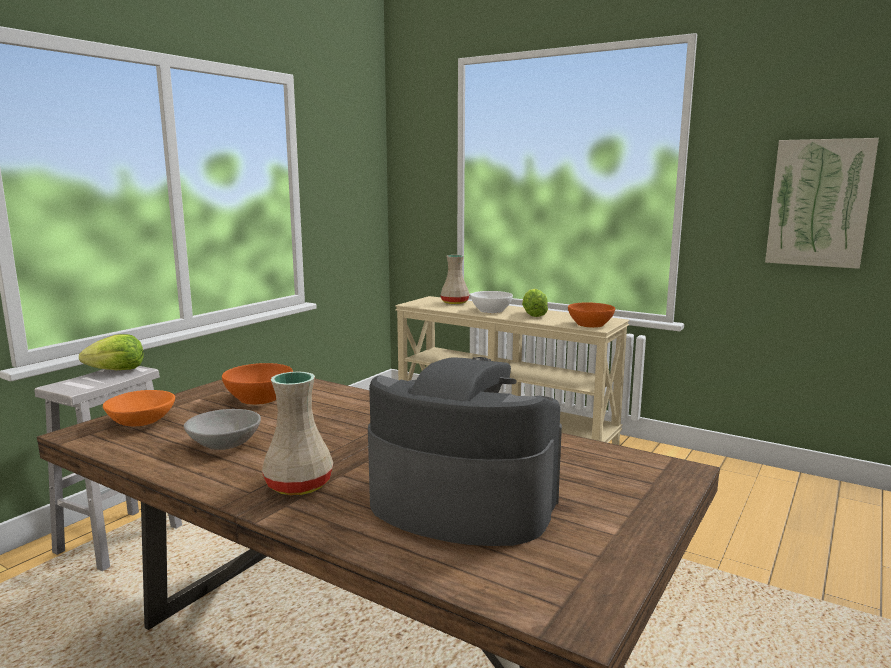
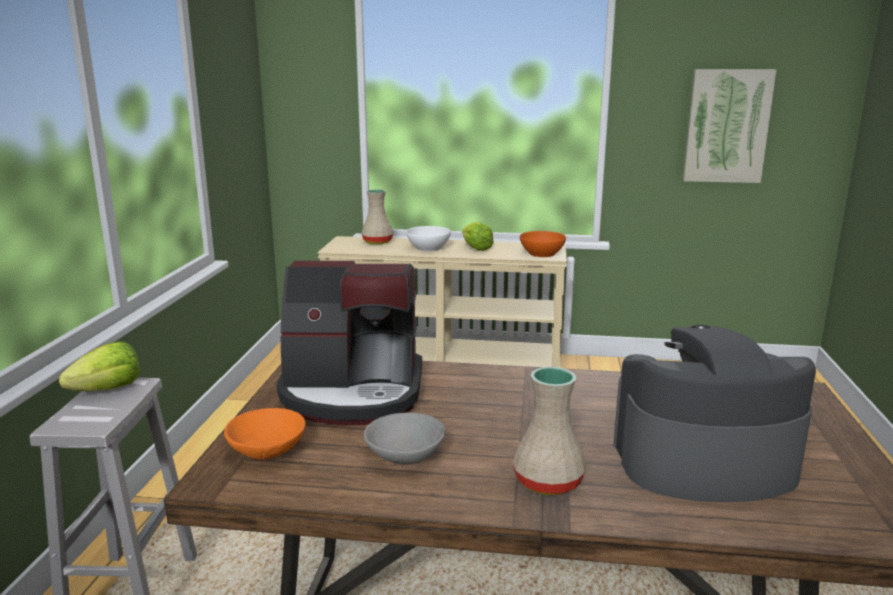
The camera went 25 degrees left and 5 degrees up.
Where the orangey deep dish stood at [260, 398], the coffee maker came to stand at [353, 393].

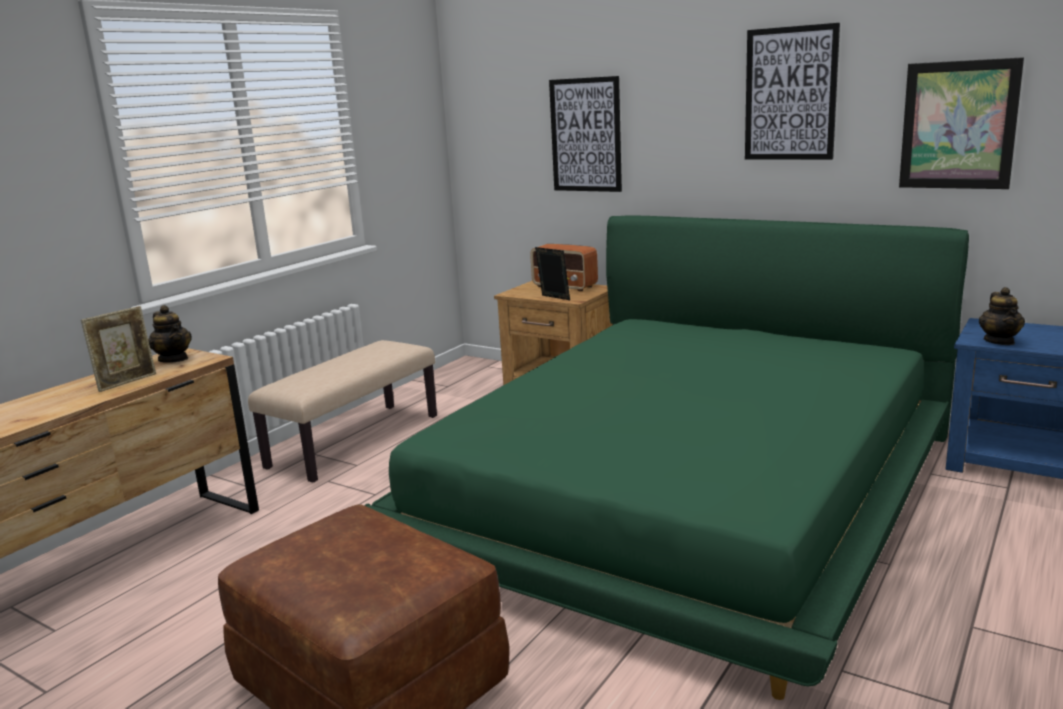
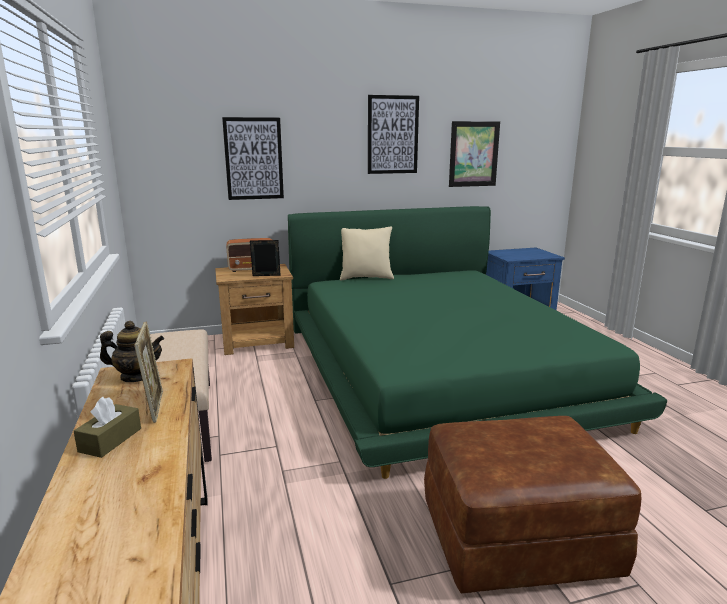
The camera went 50 degrees left and 0 degrees up.
The second view lost the teapot at [999, 341].
The second view gained the brownish box of tissues at [110, 440].
The second view gained the beige pillow at [366, 278].

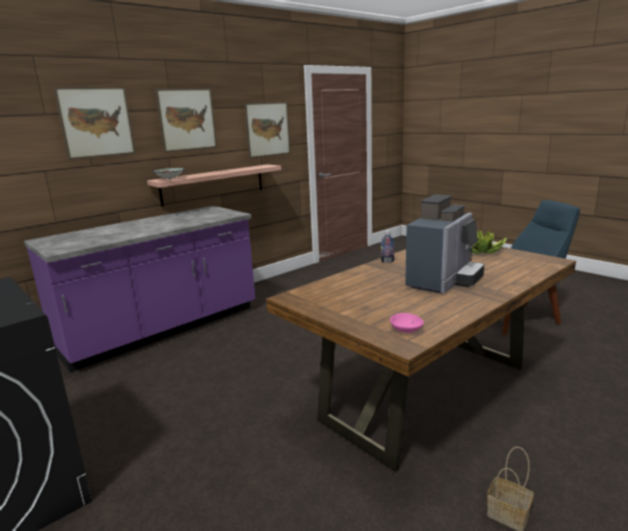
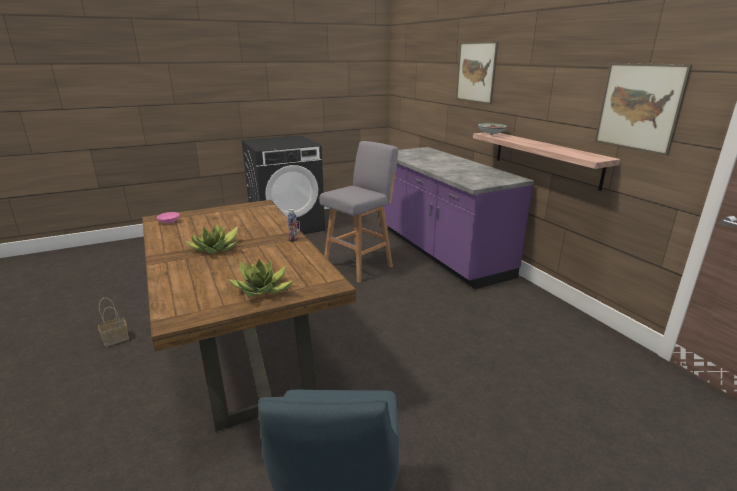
The camera went 105 degrees right and 5 degrees up.
The second view lost the wall picture at [187, 119].
The second view gained the grey sitting stool at [359, 265].
Where the coffee maker stood at [443, 280], the houseplant came to stand at [217, 248].

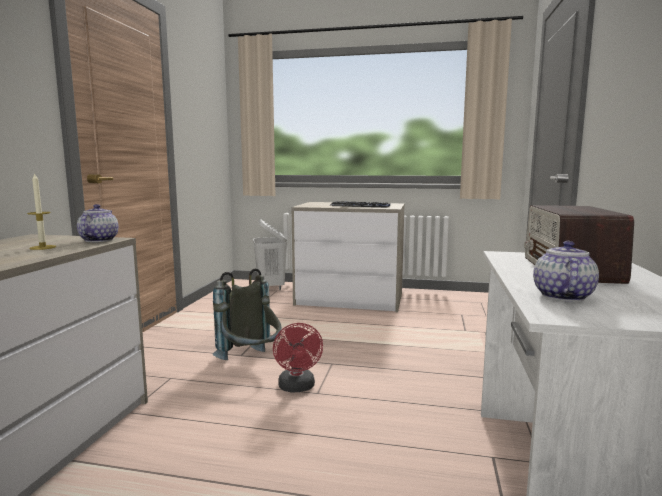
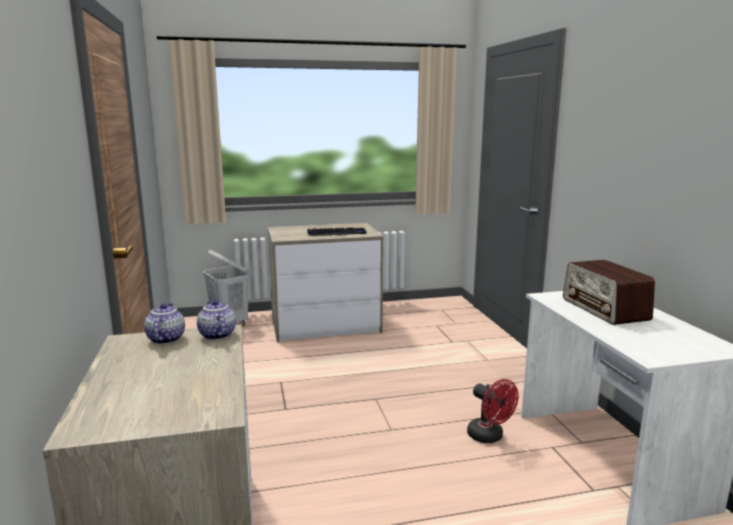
The camera went 25 degrees left and 5 degrees up.
The second view lost the wax light at [42, 247].
The second view lost the grey rucksack at [251, 362].
The reddish cooling fan ended up elsewhere, having gone from [297, 388] to [489, 437].
The teapot ended up elsewhere, having gone from [562, 296] to [166, 338].

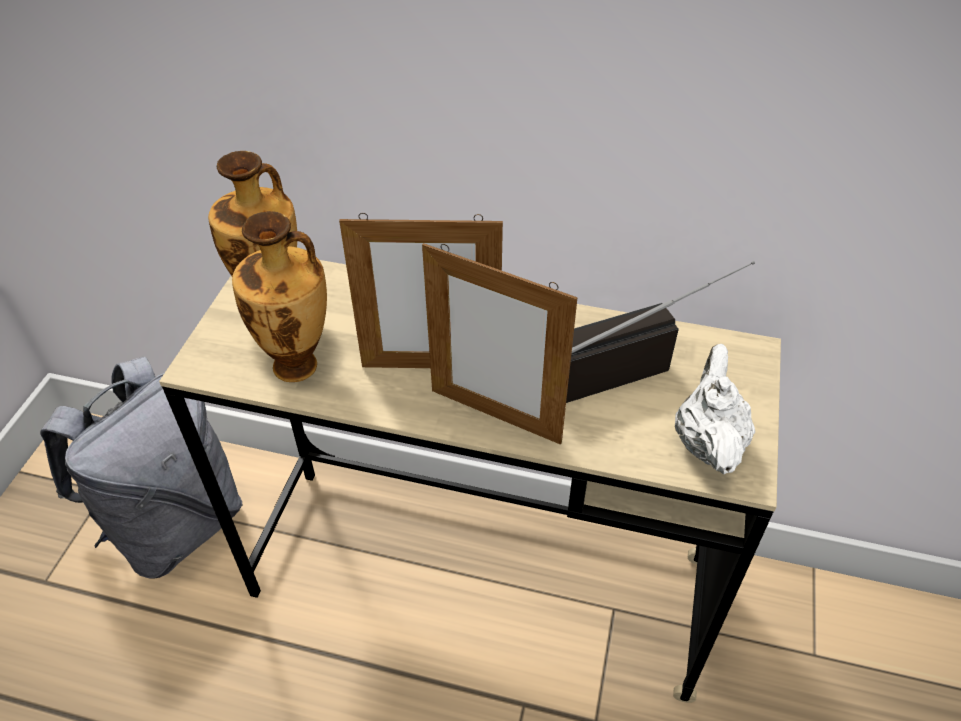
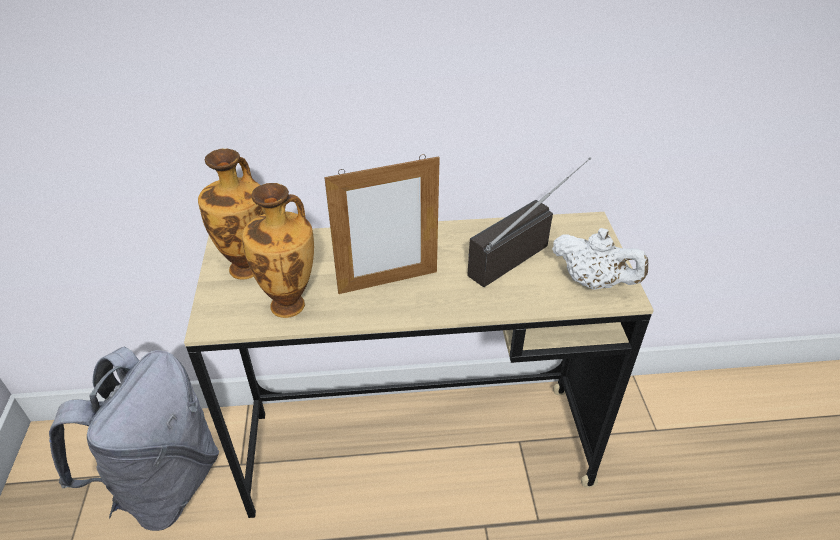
The camera went 20 degrees left and 5 degrees down.
The second view lost the photo frame at [495, 416].
The whitish teapot at [707, 441] ended up facing another way, 135 degrees clockwise from before.

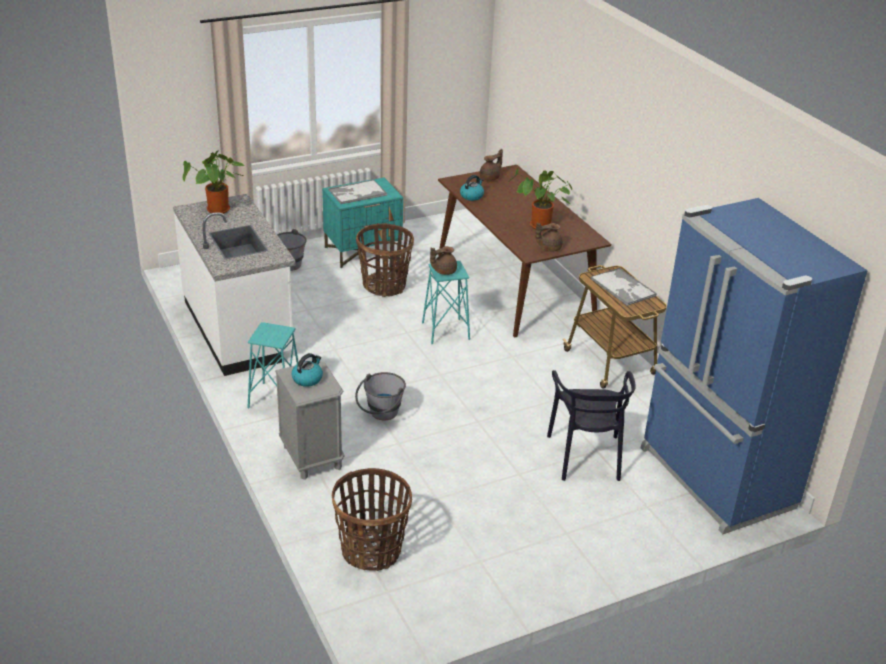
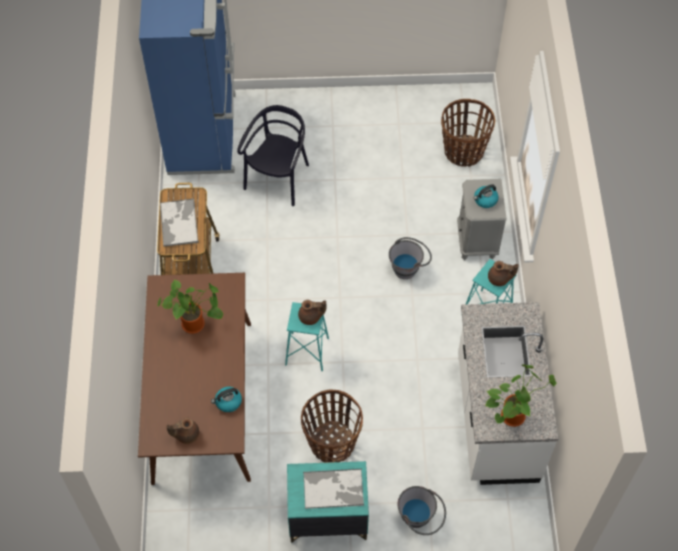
The camera went 155 degrees left and 25 degrees up.
The brownish teapot ended up elsewhere, having gone from [548, 248] to [499, 279].

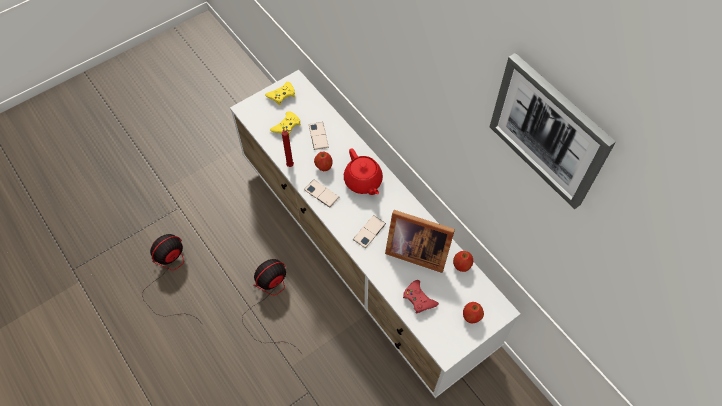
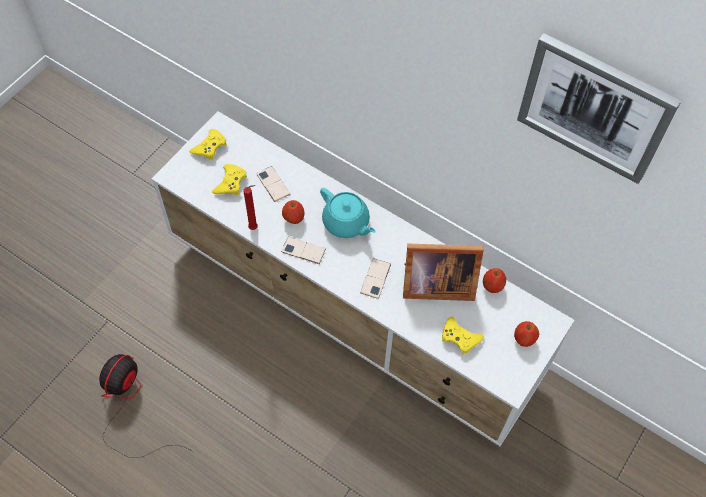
The camera went 20 degrees left and 0 degrees up.
The second view lost the cooling fan at [270, 300].
What was the reddish teapot at [363, 181] turned into the turquoise-coloured teapot at [346, 223].
What was the reddish game controller at [419, 299] turned into the yellow game controller at [460, 337].

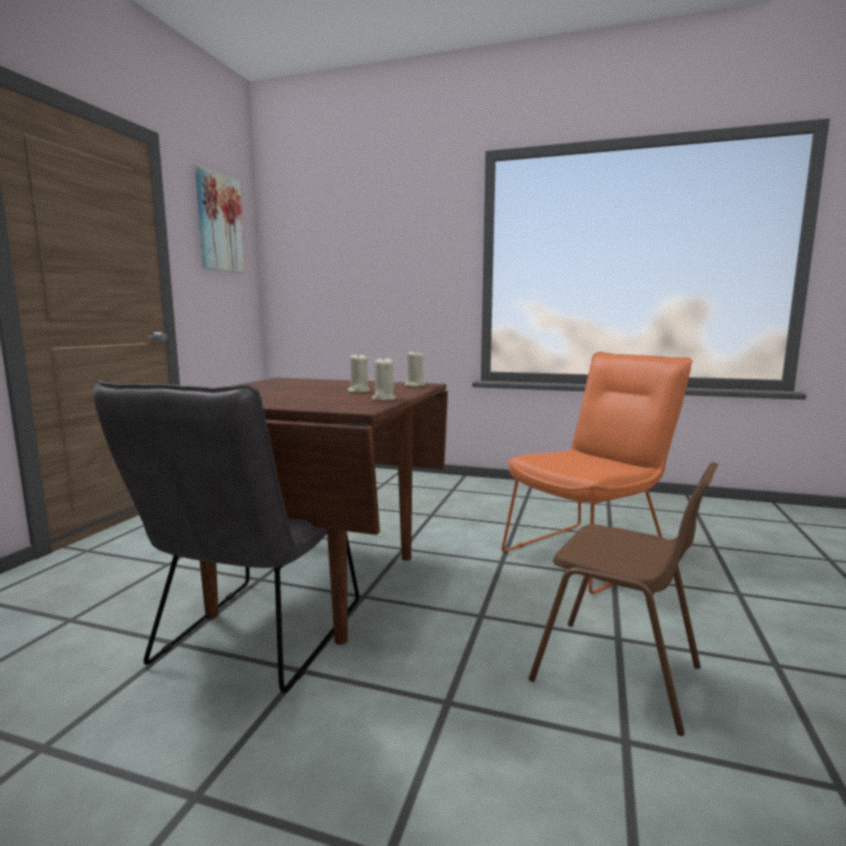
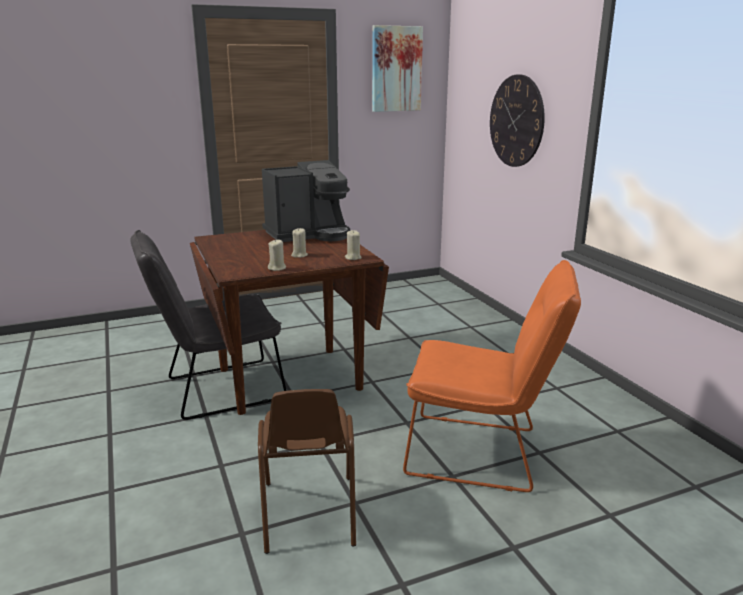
The camera went 50 degrees right and 10 degrees up.
The second view gained the coffee maker at [308, 234].
The second view gained the clock on the wall at [516, 121].

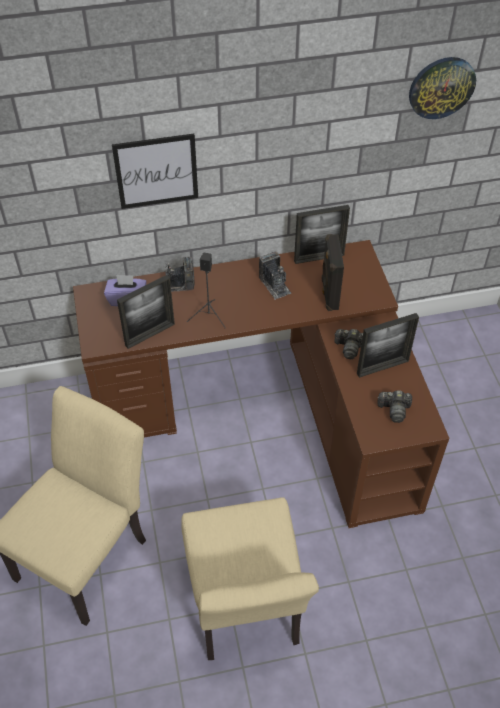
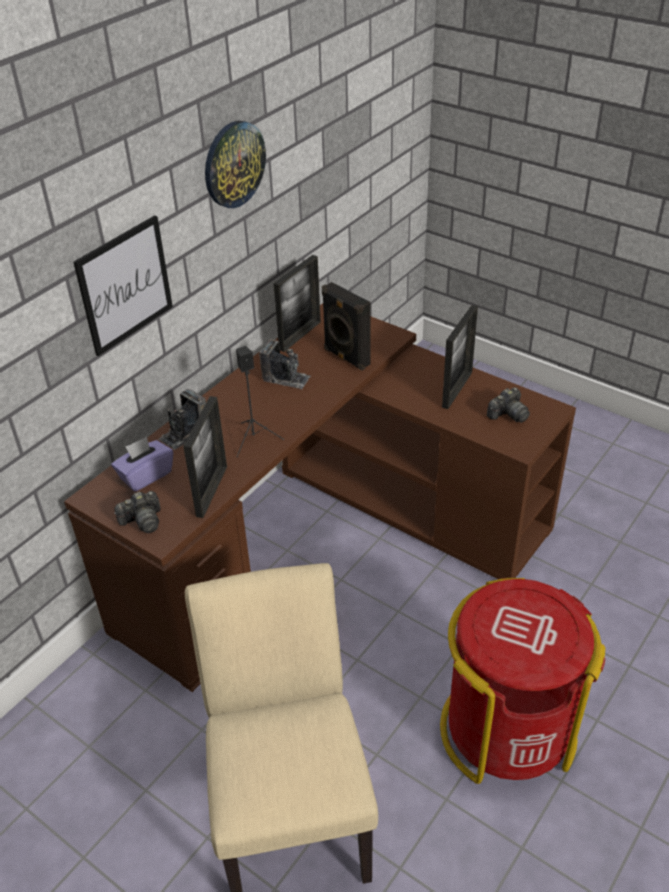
The camera went 40 degrees left and 10 degrees down.
The still camera ended up elsewhere, having gone from [349, 348] to [142, 521].
The clock on the wall ended up elsewhere, having gone from [441, 87] to [233, 164].
Where the beige upright chair stood at [245, 611], the reddish rubbish bin came to stand at [507, 729].

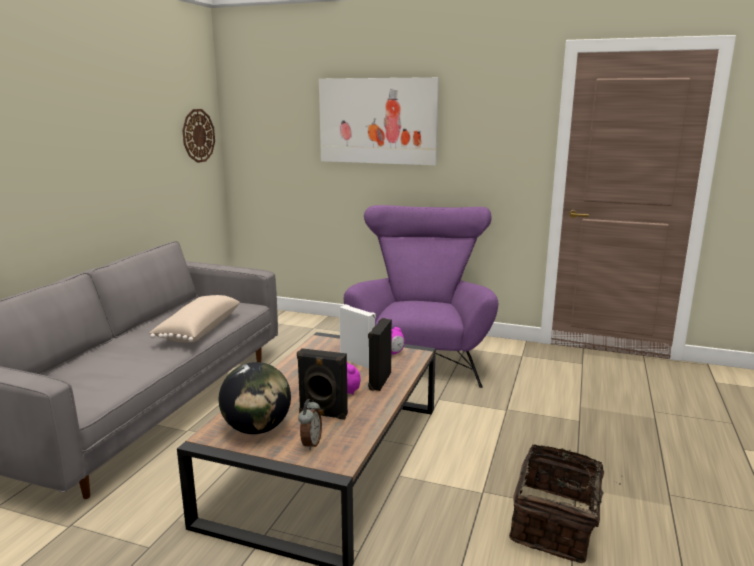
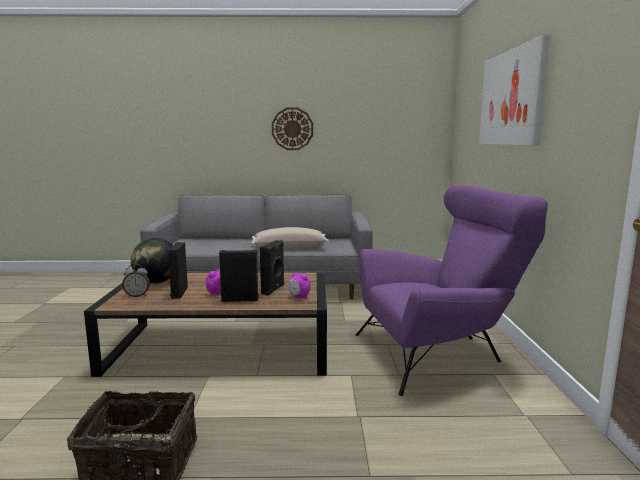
The camera went 70 degrees right and 5 degrees down.
The clock on the wall ended up elsewhere, having gone from [198, 135] to [292, 129].
What was the whitish loudspeaker at [358, 361] turned into the black-coloured loudspeaker at [273, 290].

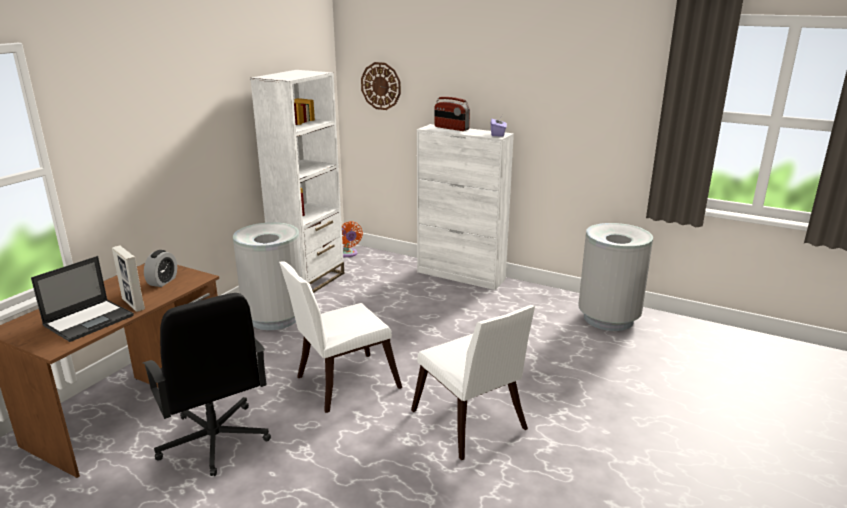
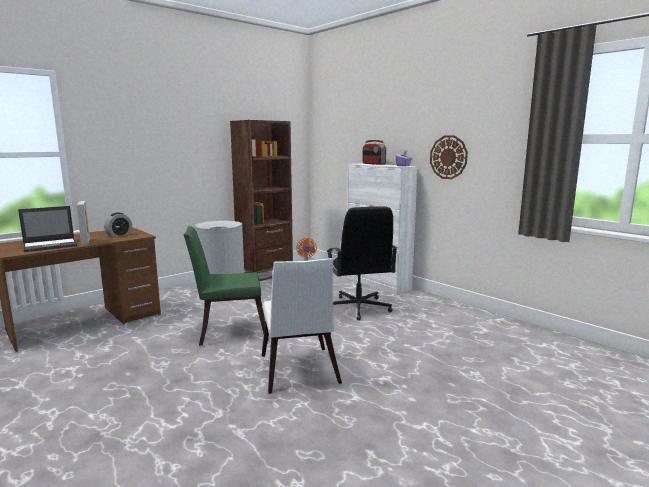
The camera went 20 degrees right and 10 degrees down.
The second view lost the grey rubbish bin at [608, 318].
The black-coloured desk chair ended up elsewhere, having gone from [214, 440] to [358, 308].
The clock on the wall ended up elsewhere, having gone from [381, 86] to [448, 157].
What was the whitish shelving unit at [309, 280] turned into the brownish shelving unit at [265, 274].
What was the whitish upright chair at [341, 383] turned into the green upright chair at [228, 331].

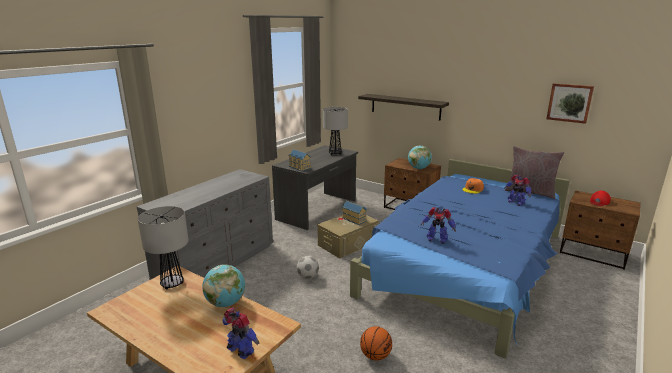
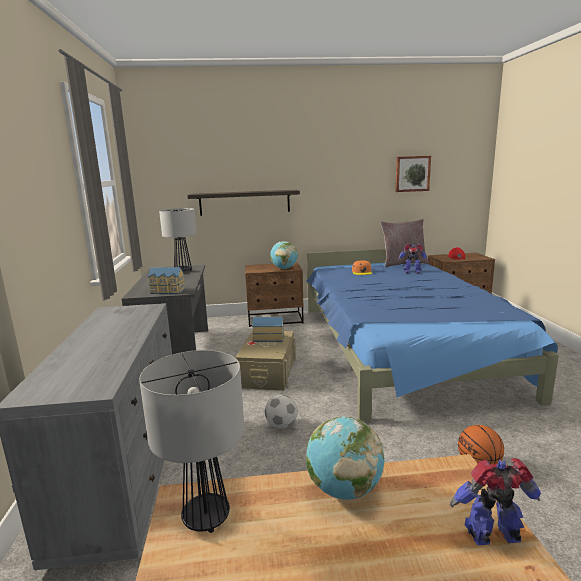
The camera went 40 degrees left and 5 degrees down.
The second view lost the model robot at [436, 239].

